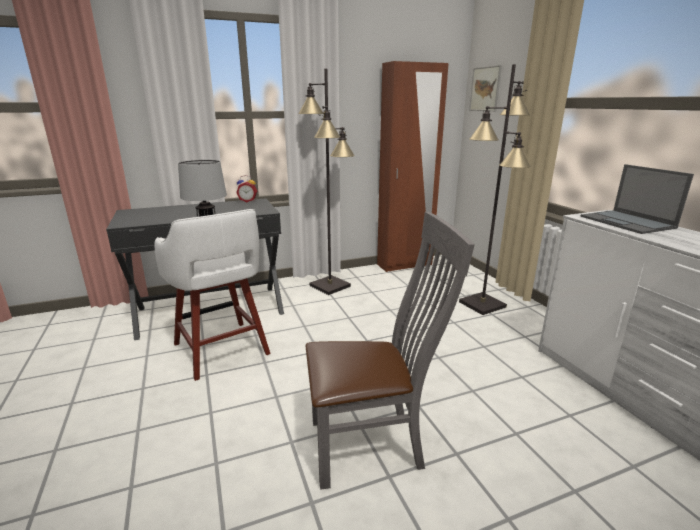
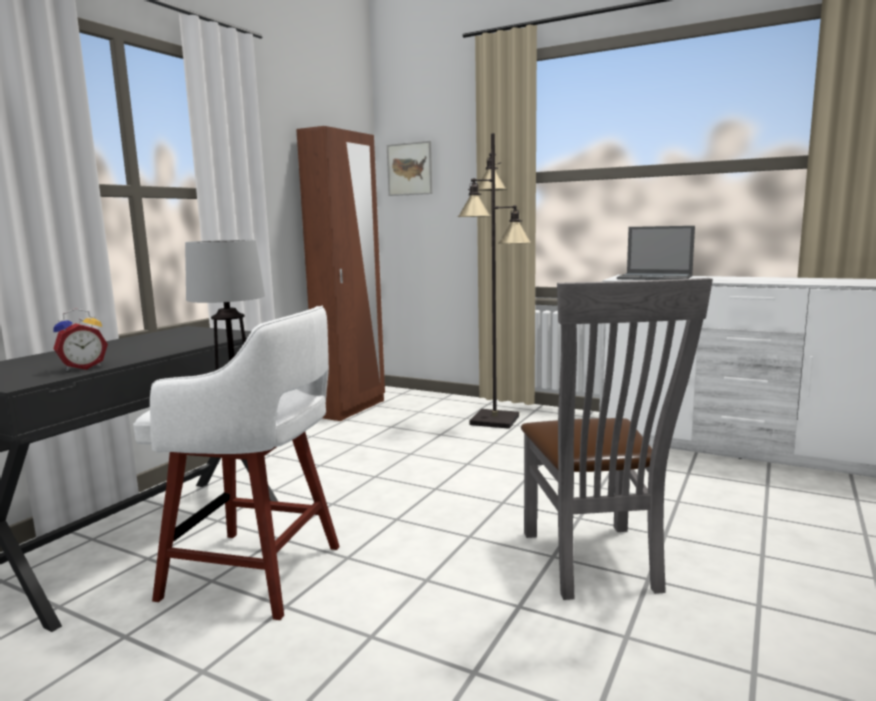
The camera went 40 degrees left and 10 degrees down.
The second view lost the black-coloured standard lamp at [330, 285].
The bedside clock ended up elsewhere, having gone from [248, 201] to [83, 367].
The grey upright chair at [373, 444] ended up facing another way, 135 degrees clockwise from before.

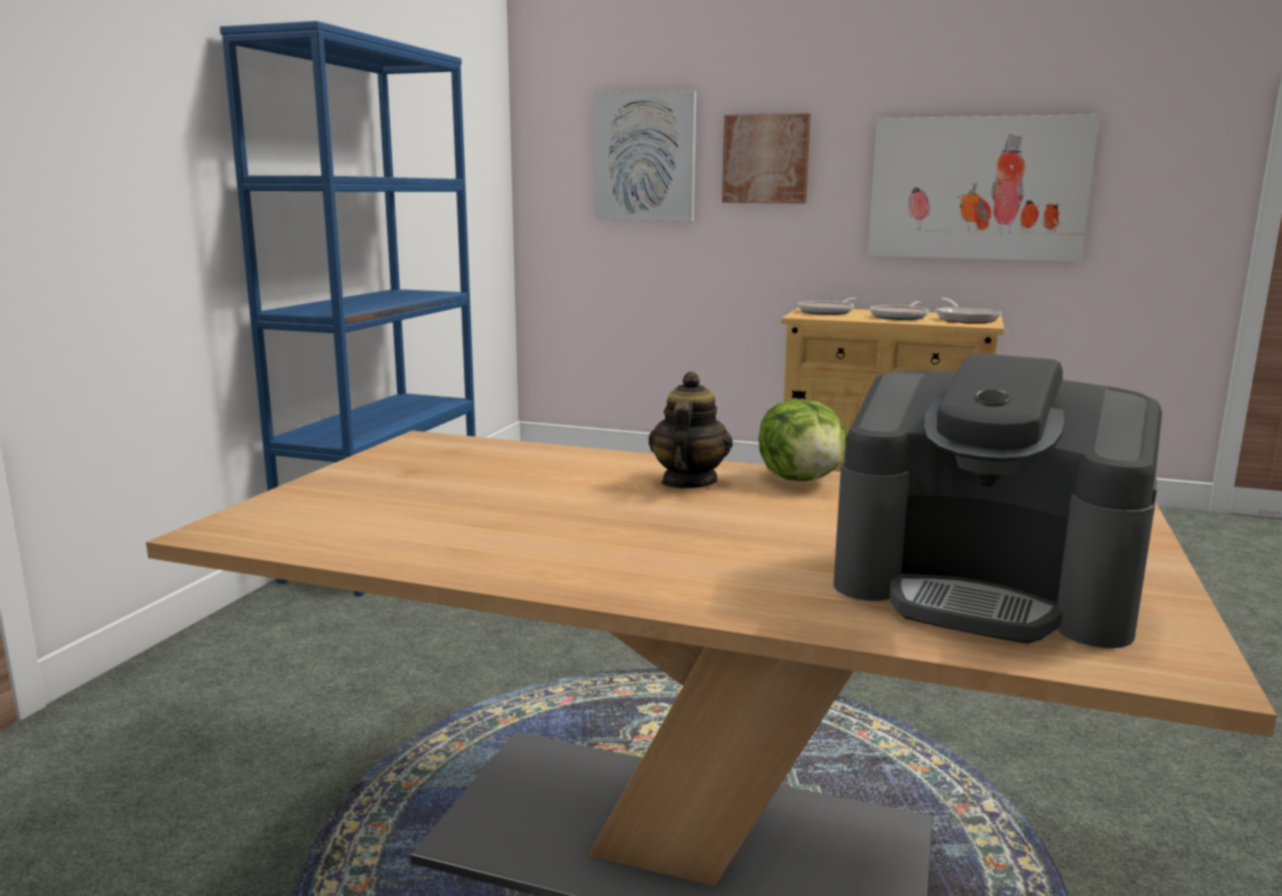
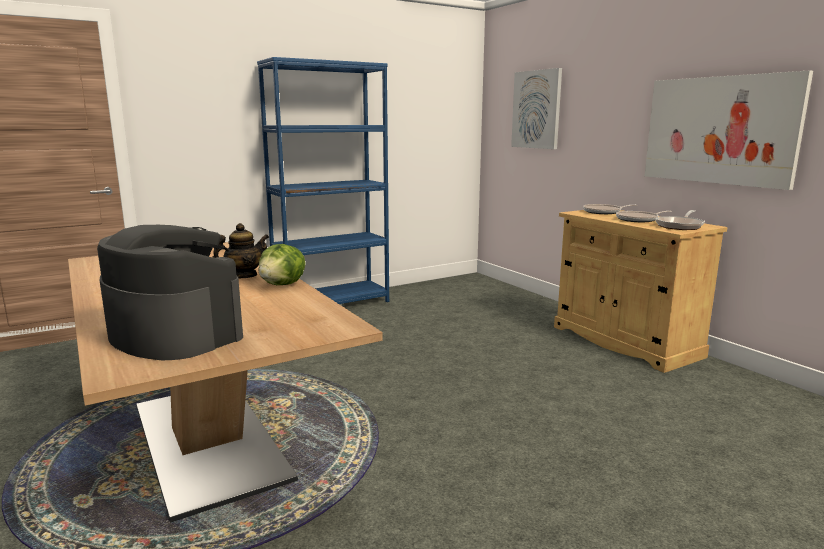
The camera went 40 degrees right and 0 degrees up.
The second view lost the wall picture at [766, 159].
The coffee maker at [985, 589] ended up facing another way, 150 degrees clockwise from before.

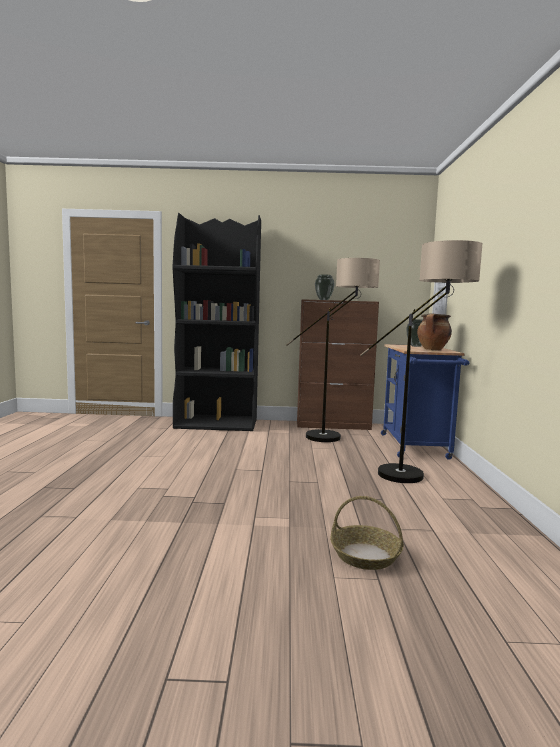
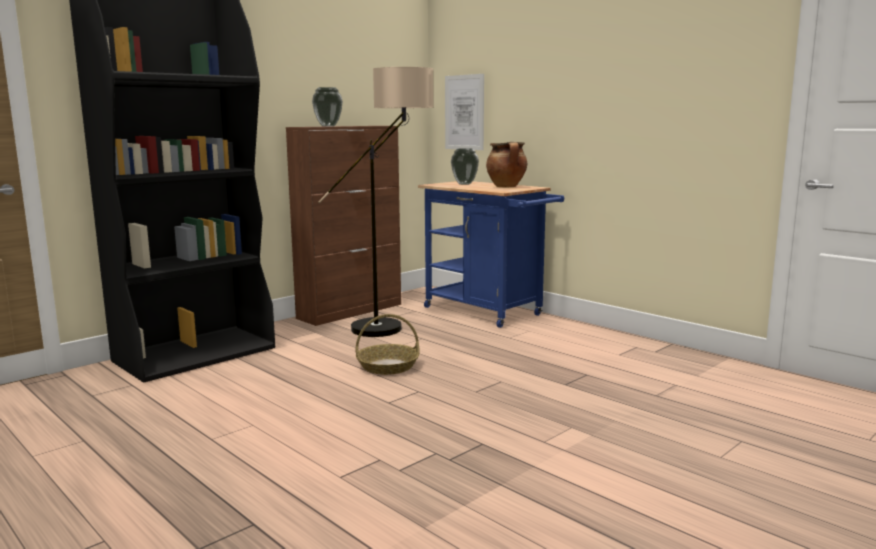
The camera went 45 degrees left and 5 degrees up.
The second view lost the standard lamp at [418, 479].
The basket ended up elsewhere, having gone from [366, 555] to [388, 366].

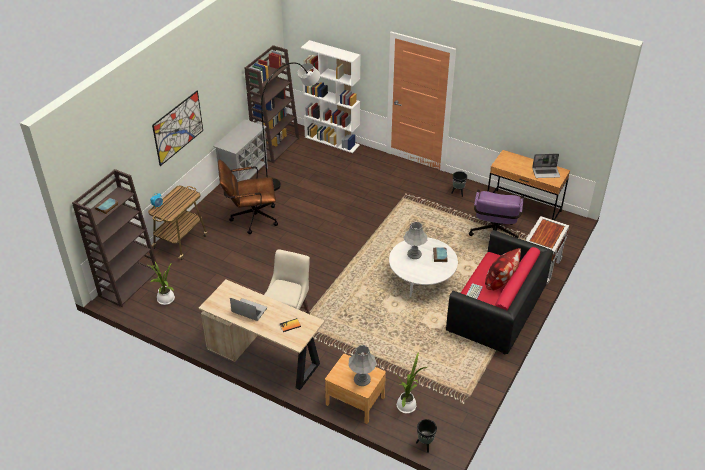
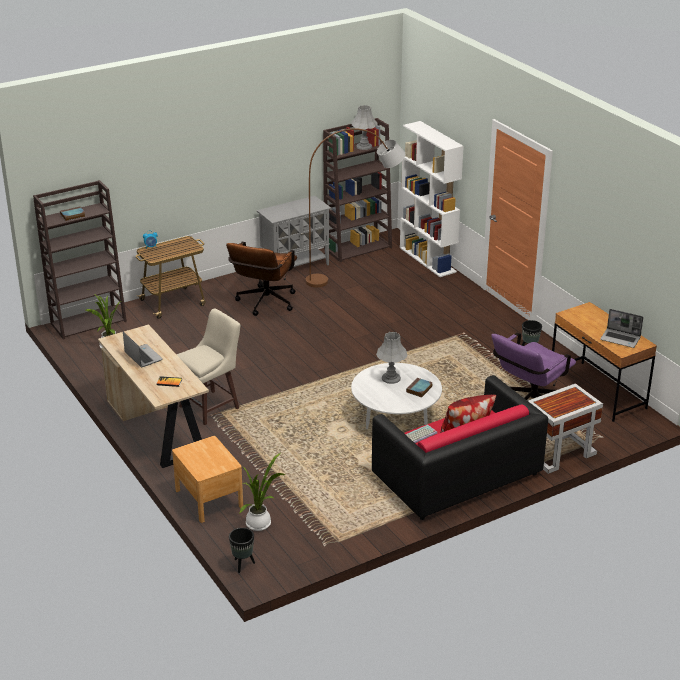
The camera went 30 degrees right and 10 degrees down.
The second view lost the wall picture at [178, 127].
The grey table lamp ended up elsewhere, having gone from [362, 379] to [364, 146].
What was the grey standard lamp at [294, 170] turned into the brownish standard lamp at [356, 274].
The brownish desk chair at [250, 218] ended up facing another way, 90 degrees counterclockwise from before.

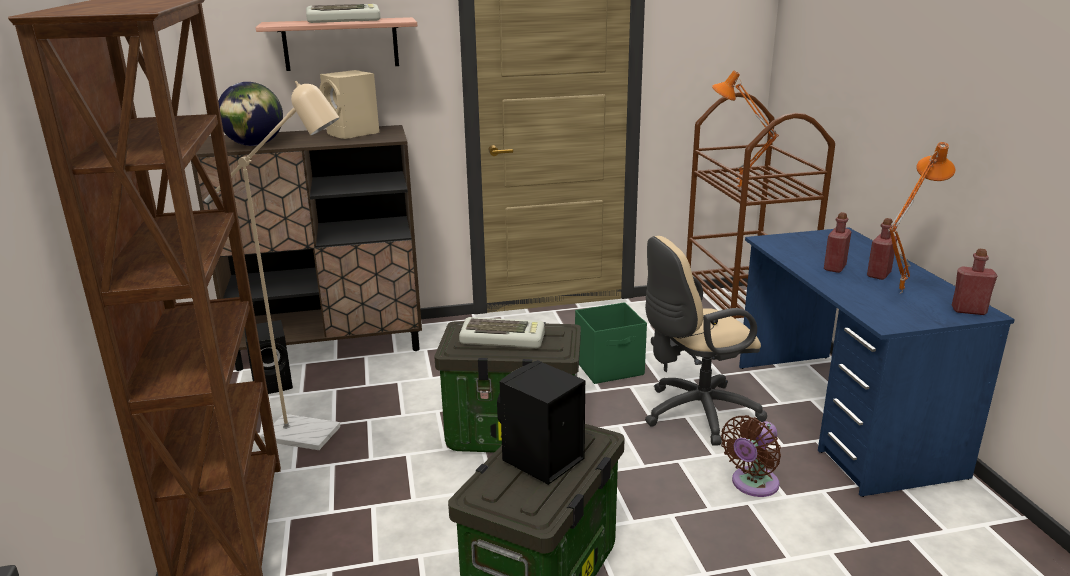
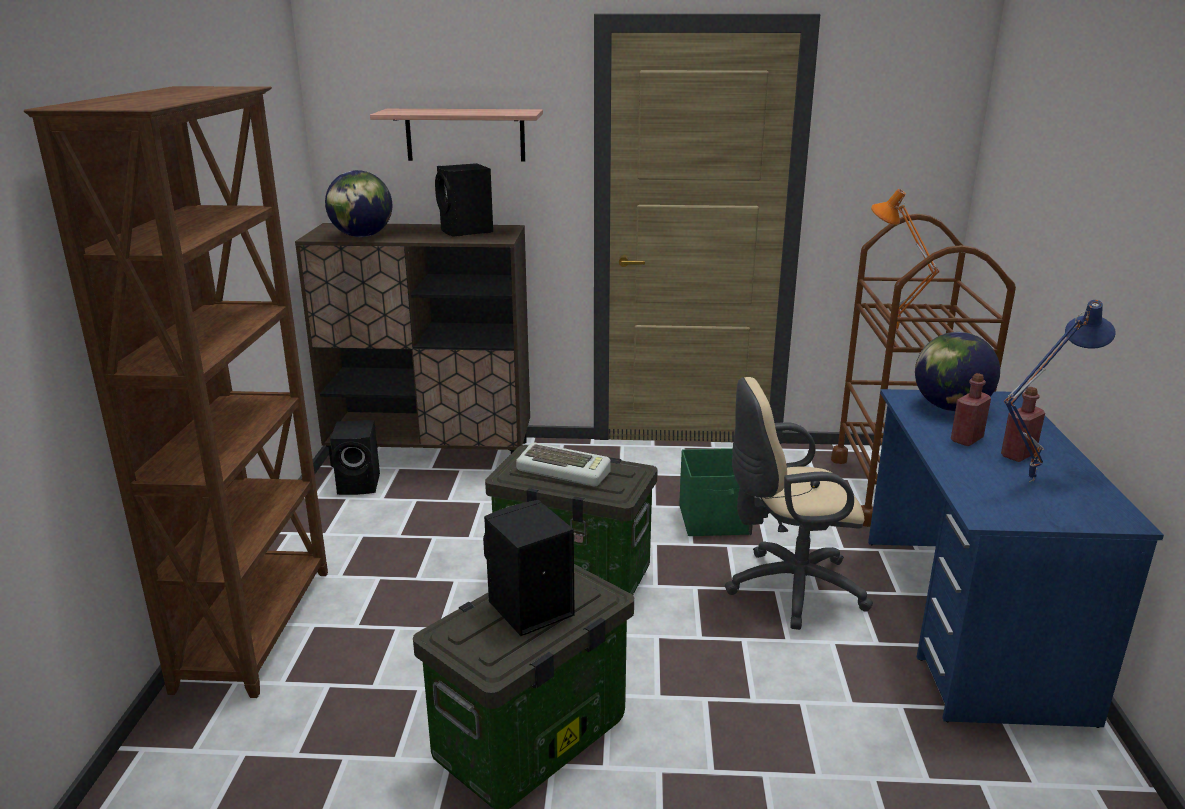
The camera went 15 degrees right and 0 degrees up.
The second view lost the beige standard lamp at [313, 435].
The second view lost the PC keyboard at [344, 20].
The second view lost the brownish cooling fan at [752, 485].
The second view lost the reddish bottle at [968, 310].
The second view gained the world globe at [949, 407].
What was the beige loudspeaker at [353, 134] turned into the black-coloured loudspeaker at [466, 231].
What was the orangey table lamp at [898, 292] turned into the blue table lamp at [1028, 479].

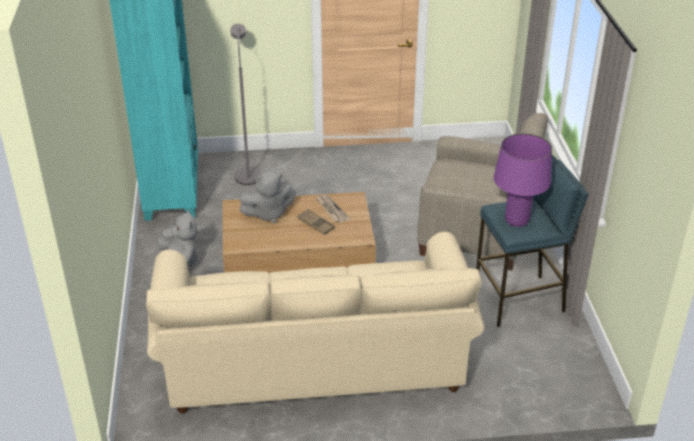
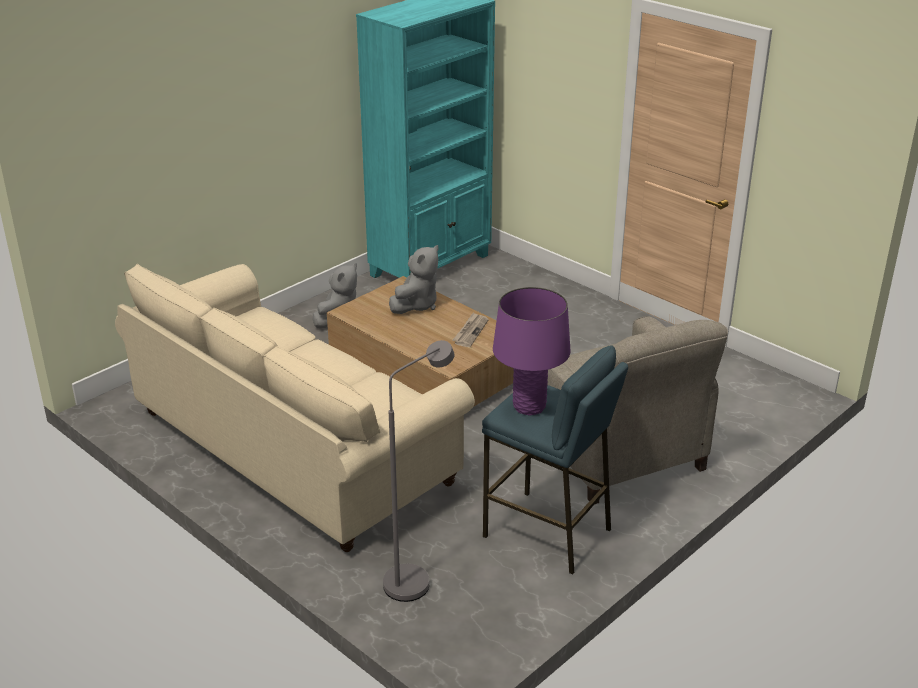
The camera went 50 degrees right and 5 degrees down.
The second view lost the brownish serving tray at [316, 224].
The grey standard lamp ended up elsewhere, having gone from [248, 173] to [415, 578].
The grey cuddly toy at [268, 213] ended up facing another way, 90 degrees counterclockwise from before.

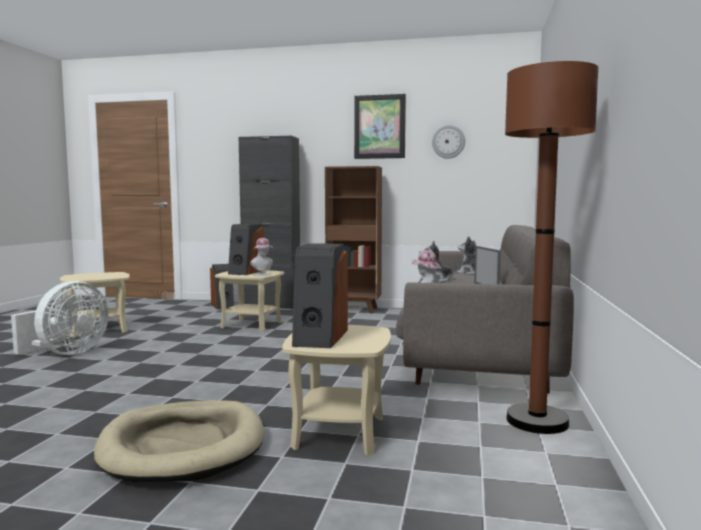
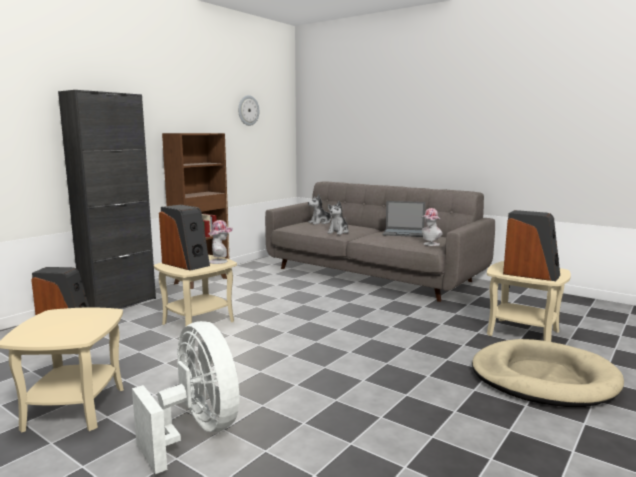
The camera went 65 degrees left and 5 degrees up.
The second view lost the wall picture at [379, 127].
The second view lost the brownish standard lamp at [537, 421].

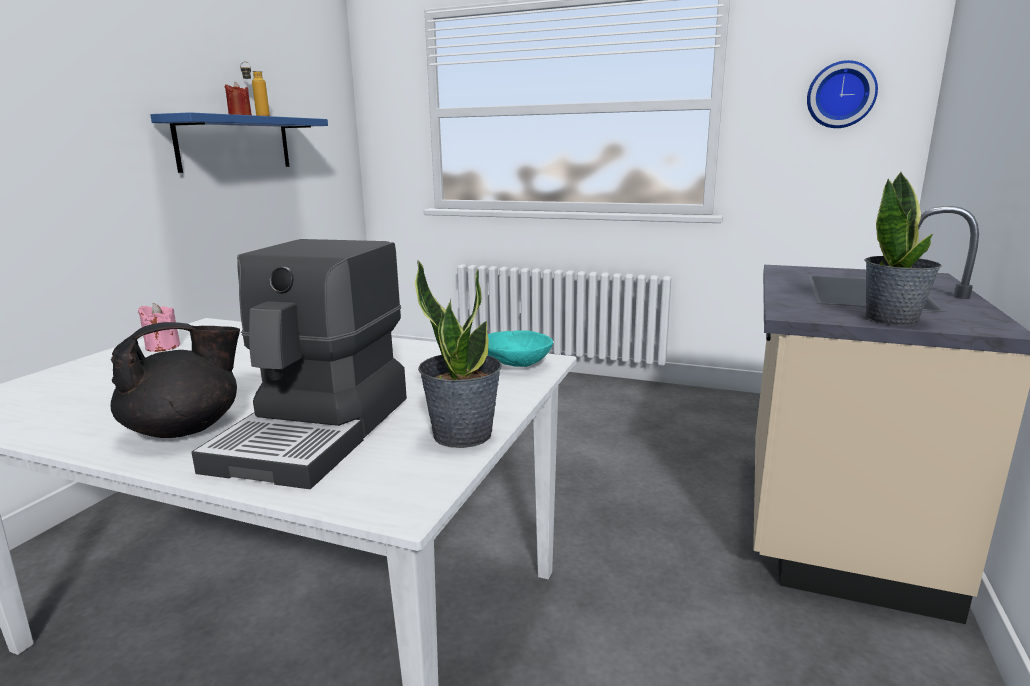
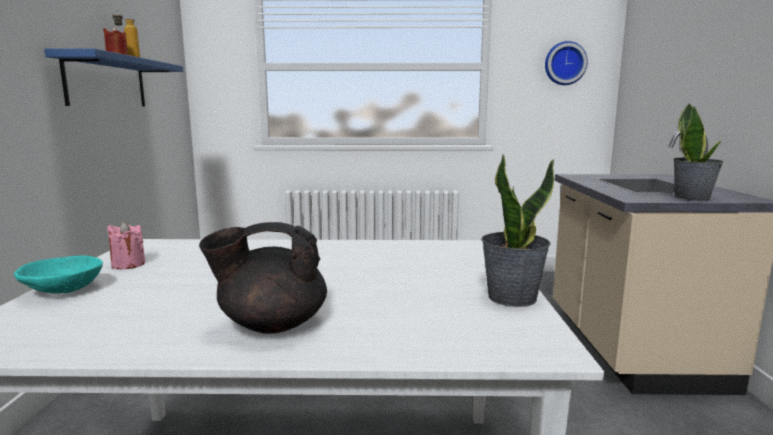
The camera went 20 degrees left and 5 degrees down.
The second view lost the coffee maker at [318, 431].
The turquoise-coloured deep dish ended up elsewhere, having gone from [516, 365] to [62, 291].
The black-coloured teapot at [186, 429] ended up facing another way, 135 degrees counterclockwise from before.

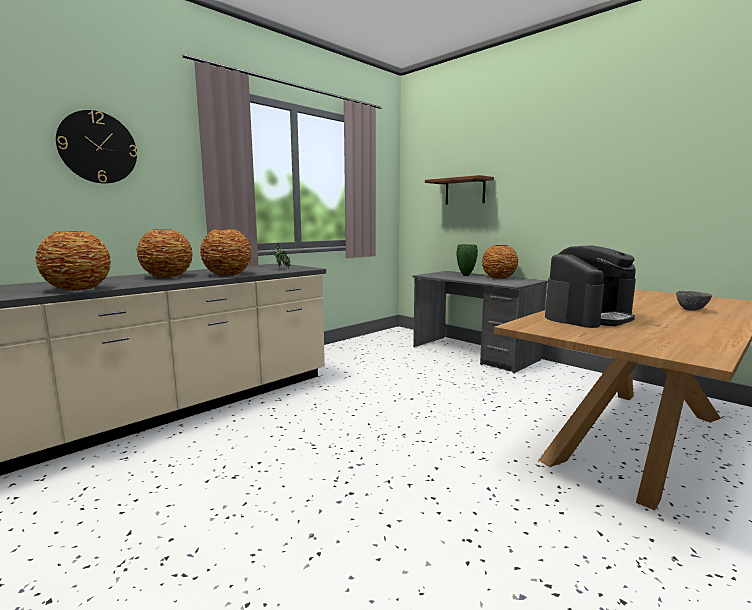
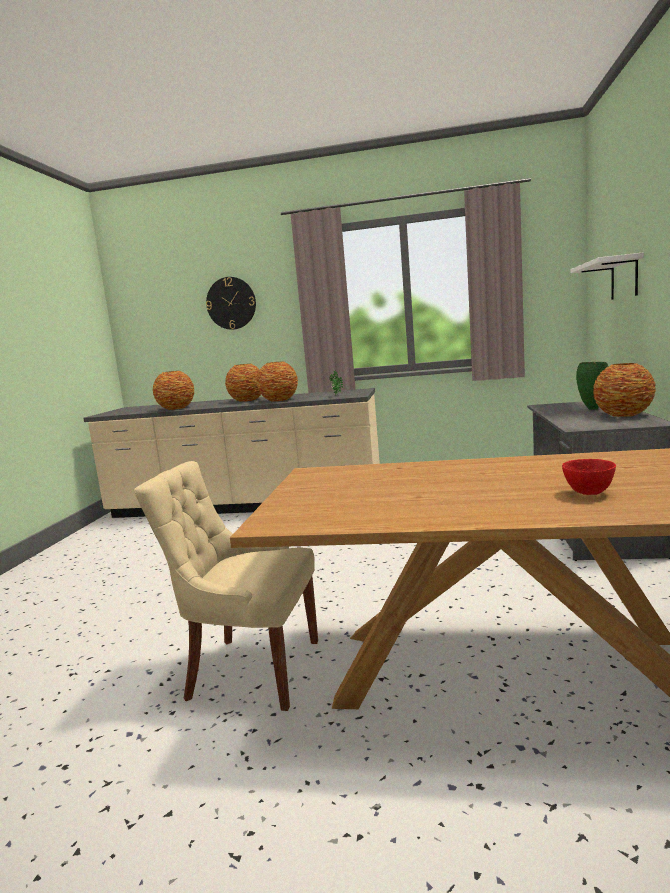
The camera went 55 degrees right and 0 degrees up.
The second view lost the coffee maker at [588, 317].
The second view gained the beige upright chair at [250, 670].
What was the brownish wall shelf at [465, 191] turned into the whitish wall shelf at [624, 278].
What was the grey deep dish at [691, 310] turned into the reddish deep dish at [589, 493].

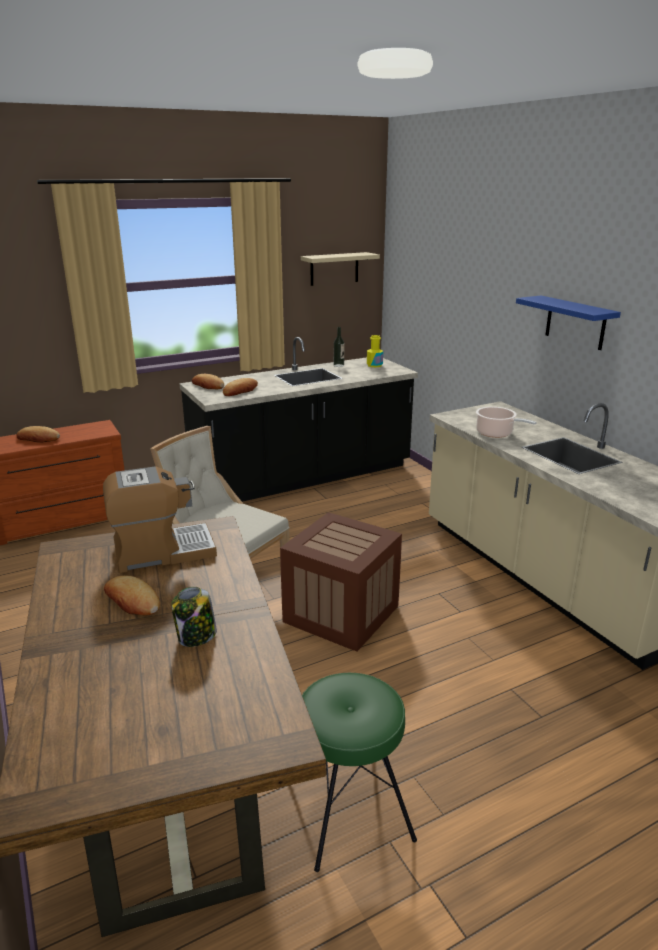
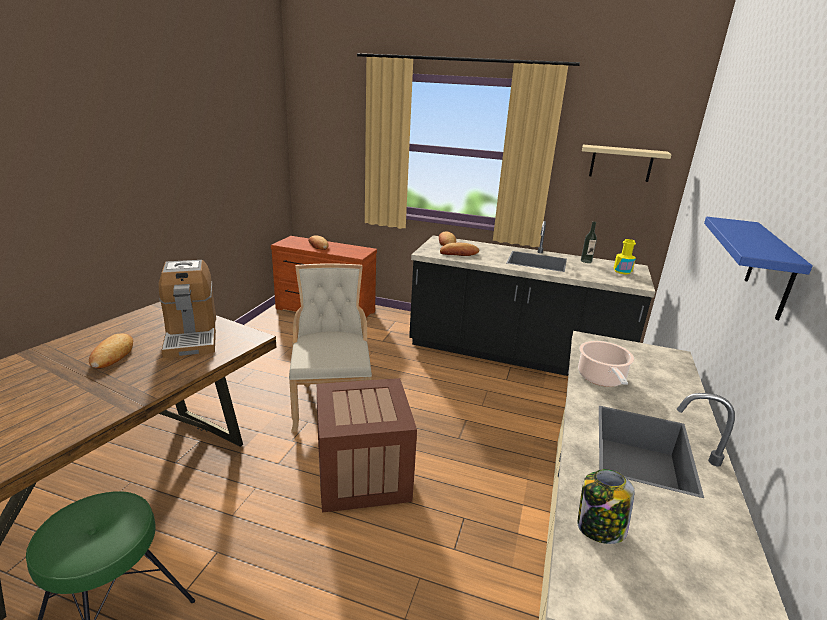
The camera went 45 degrees right and 0 degrees up.
The jar ended up elsewhere, having gone from [196, 636] to [599, 528].
The coffee maker at [162, 552] ended up facing another way, 45 degrees clockwise from before.

